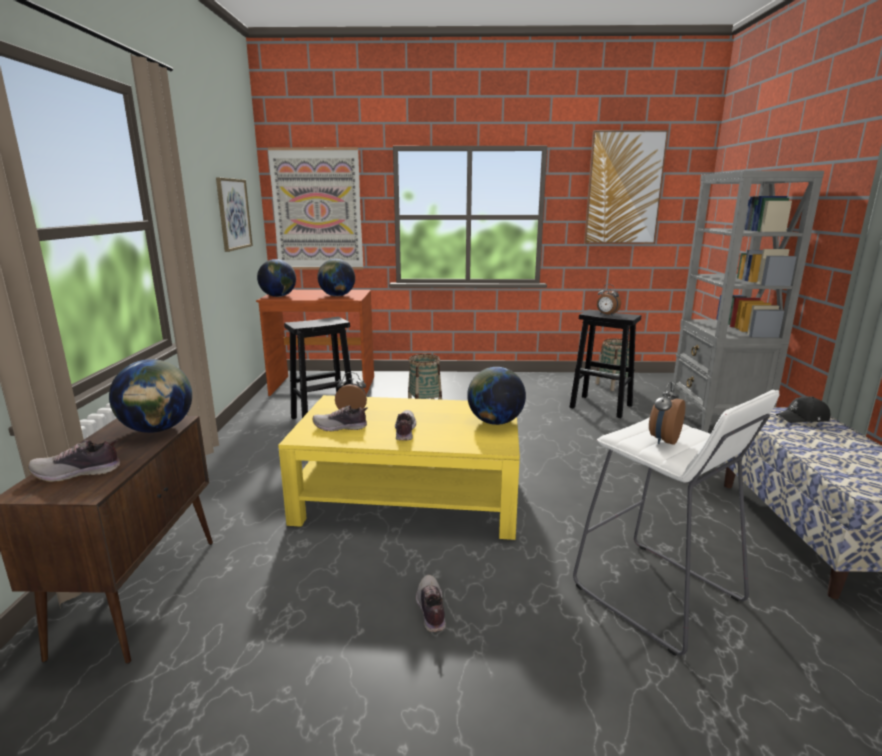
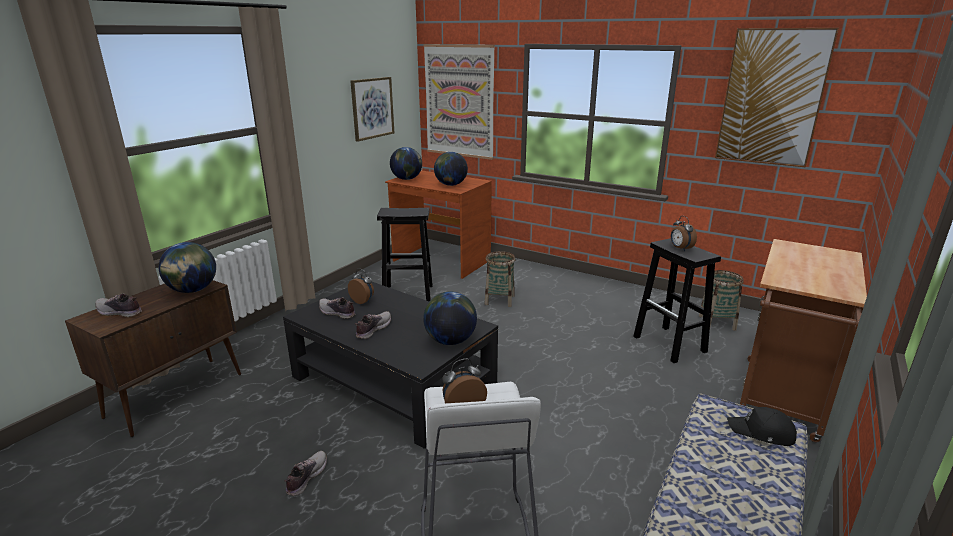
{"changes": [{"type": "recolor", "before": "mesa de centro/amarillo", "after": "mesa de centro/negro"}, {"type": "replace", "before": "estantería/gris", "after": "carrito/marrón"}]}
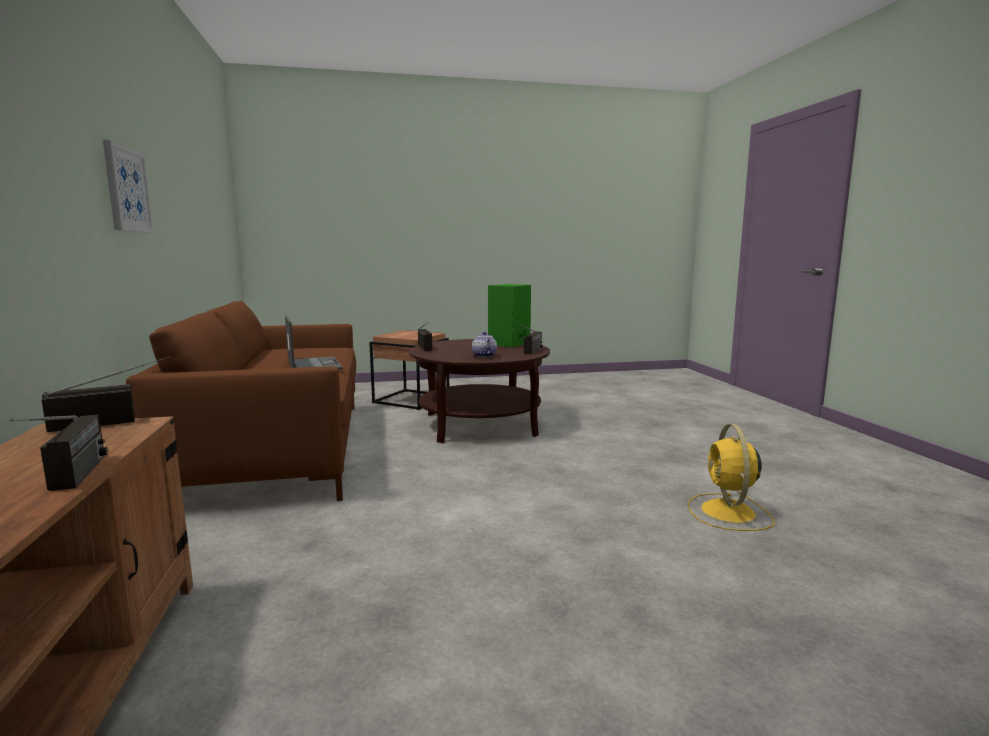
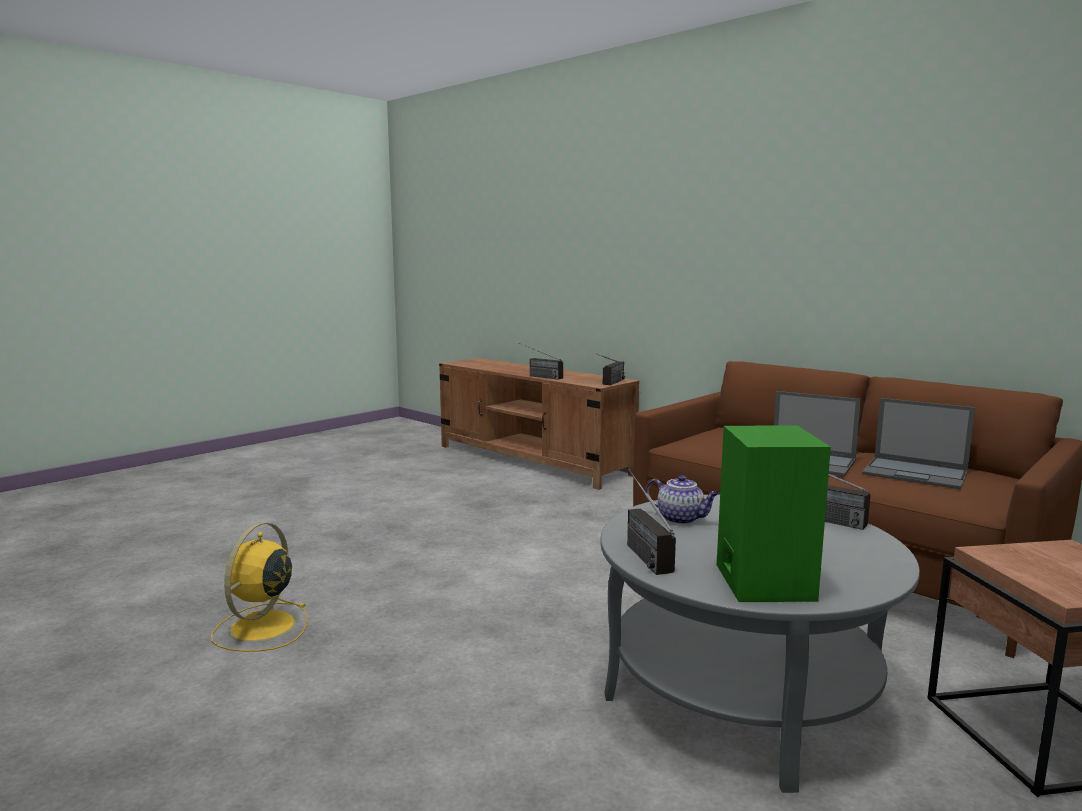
{"changes": [{"type": "delete", "before": "cuadro"}, {"type": "recolor", "before": "mesa de centro/marrón", "after": "mesa de centro/gris"}, {"type": "rotate", "before": "ventilador/amarillo", "turn": -135}, {"type": "insert", "after": "portátil (2nd from left)"}]}
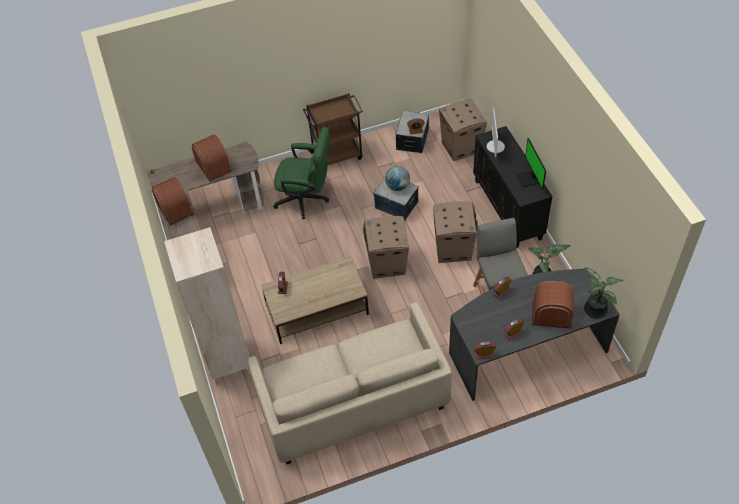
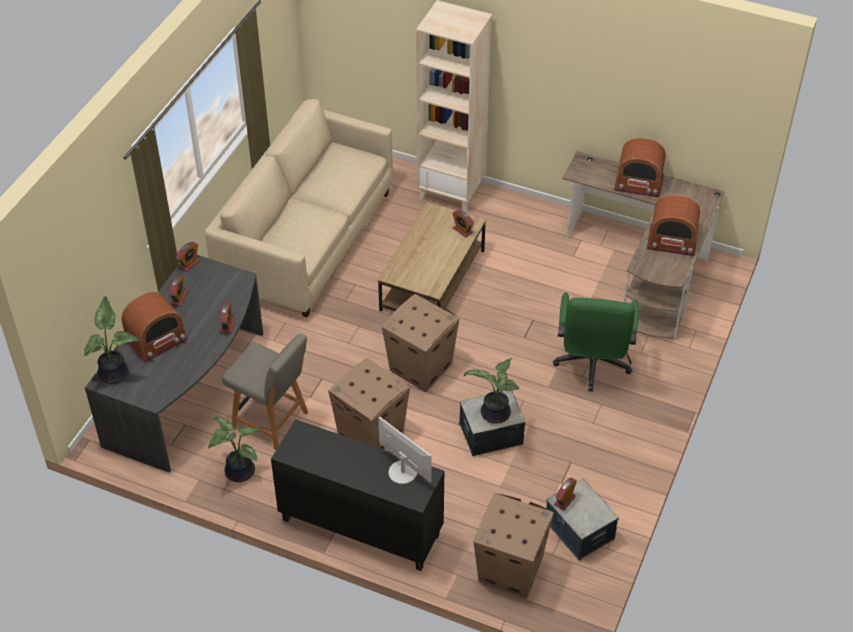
{"changes": [{"type": "rotate", "before": "silla de oficina/verde", "turn": -45}, {"type": "delete", "before": "carrito/marrón"}, {"type": "replace", "before": "globo terráqueo", "after": "planta en maceta (3rd from left)"}, {"type": "delete", "before": "monitor (2nd from left)"}]}
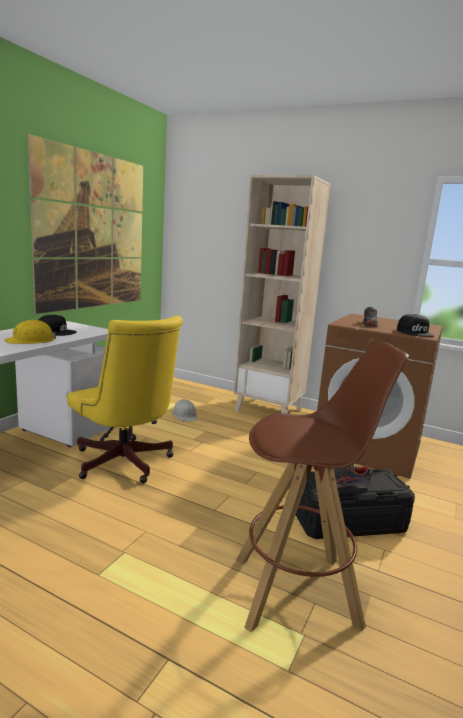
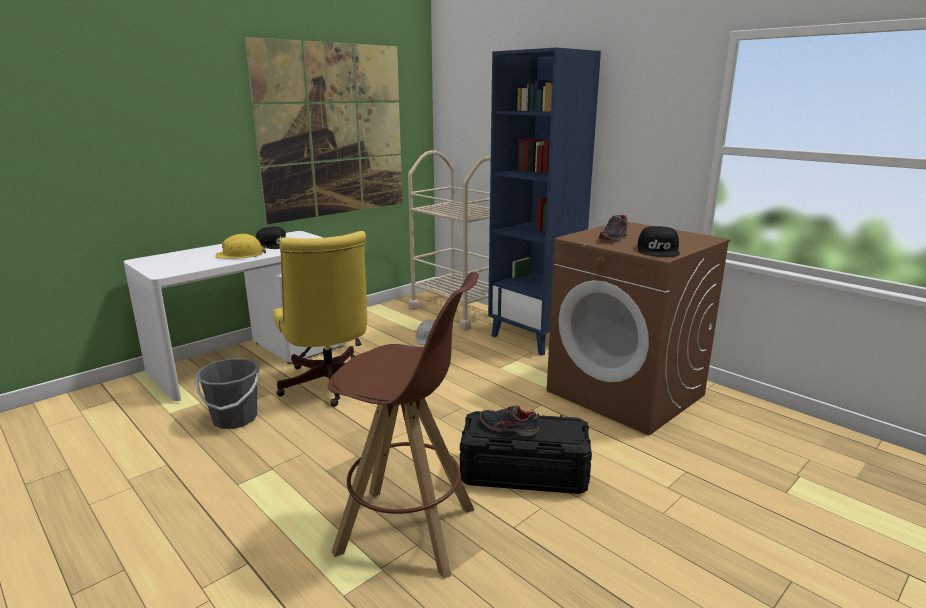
{"changes": [{"type": "recolor", "before": "estantería/beis", "after": "estantería/azul"}, {"type": "insert", "after": "cubo/gris"}, {"type": "insert", "after": "carrito/beis"}]}
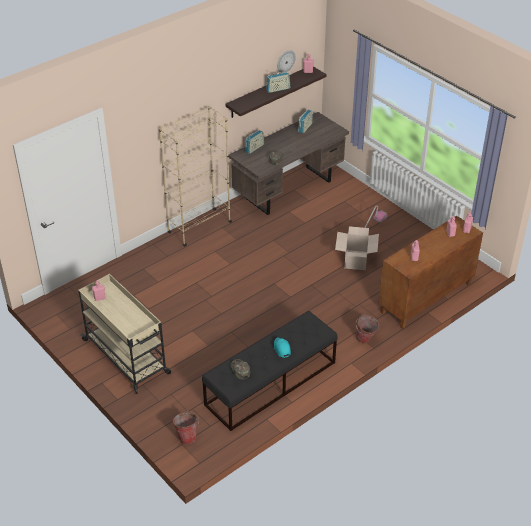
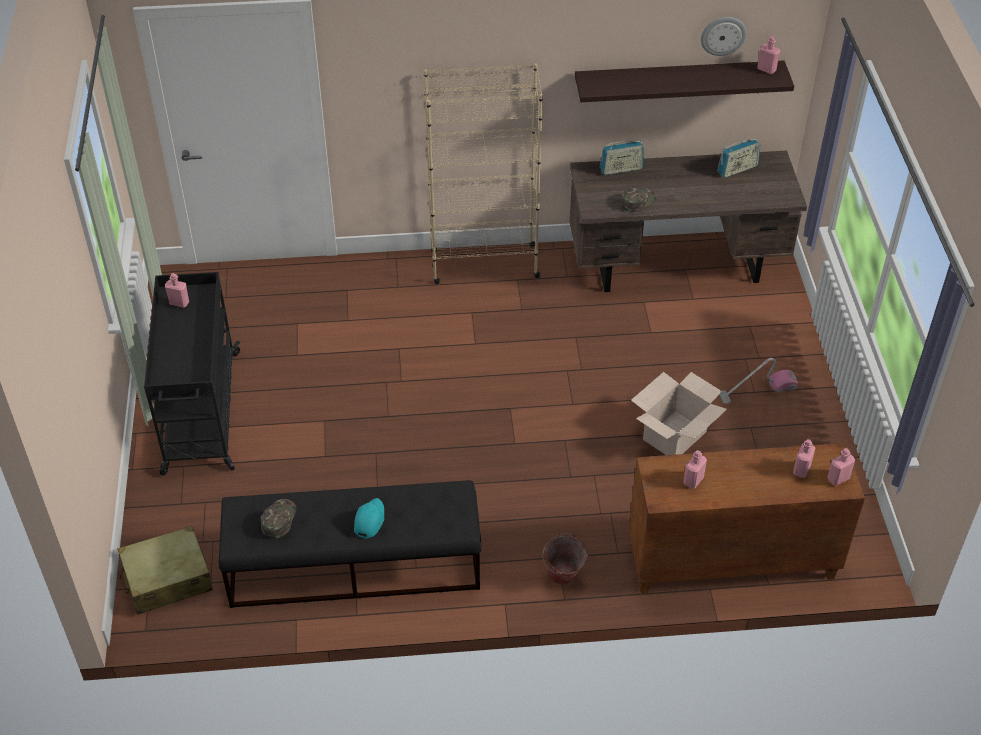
{"changes": [{"type": "recolor", "before": "carrito/beis", "after": "carrito/negro"}, {"type": "replace", "before": "cubo (1st from left)", "after": "maleta/beis"}, {"type": "delete", "before": "radio (2nd from left)"}]}
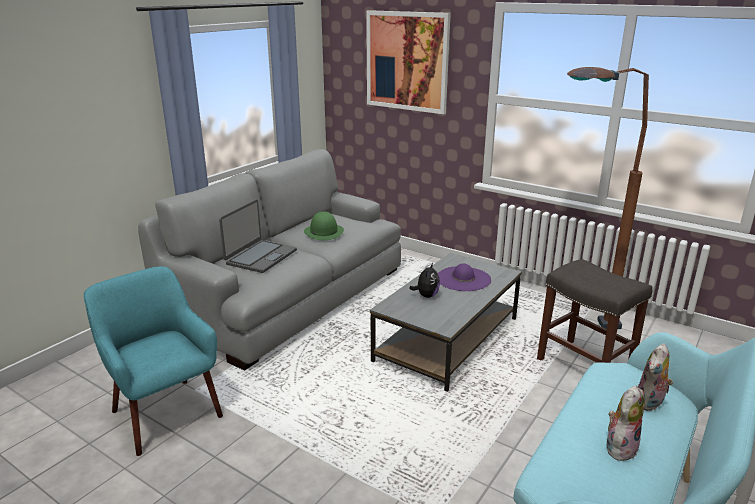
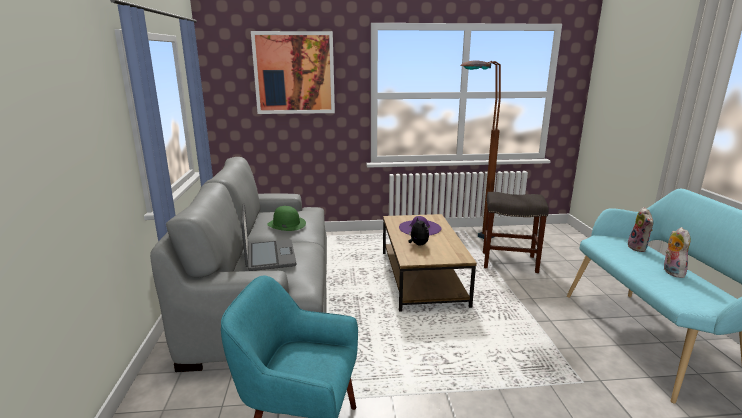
{"changes": [{"type": "recolor", "before": "mesa de centro/gris", "after": "mesa de centro/marrón"}]}
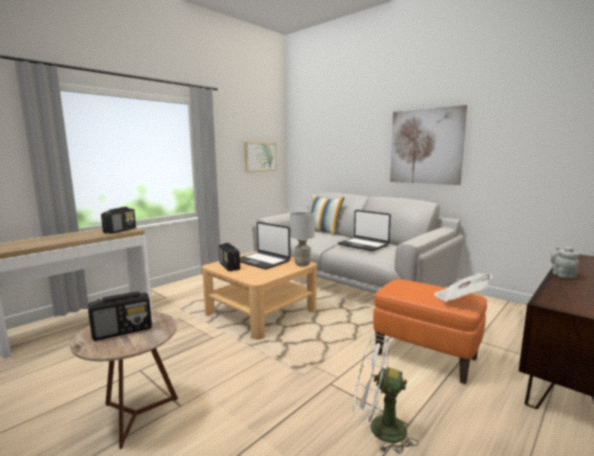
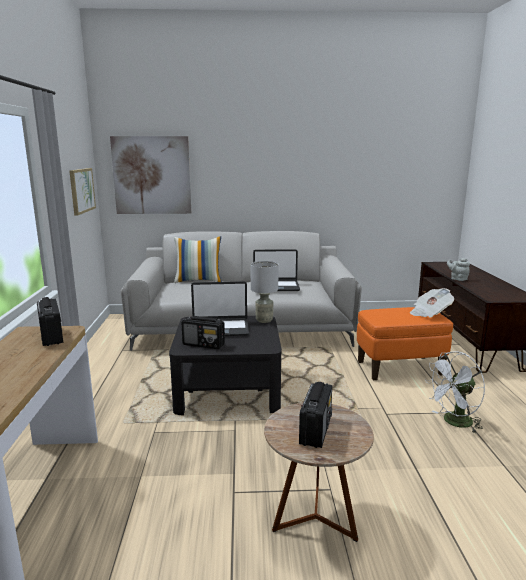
{"changes": [{"type": "recolor", "before": "mesa de centro/beis", "after": "mesa de centro/negro"}, {"type": "move", "before": "cuadro (2nd from left)"}]}
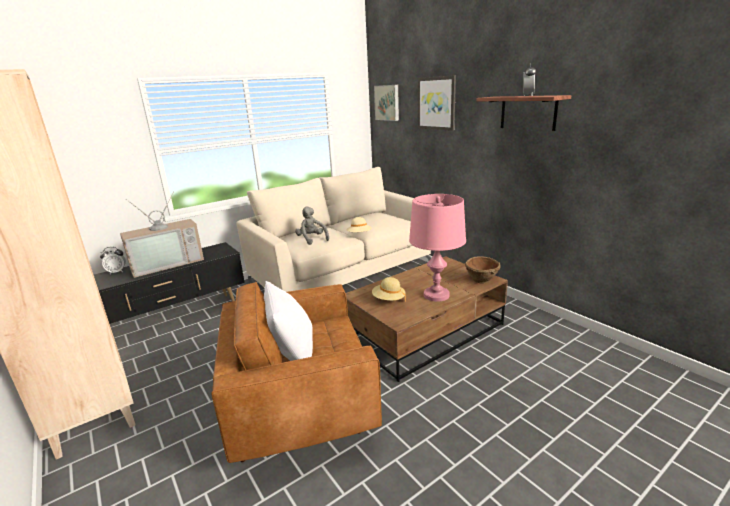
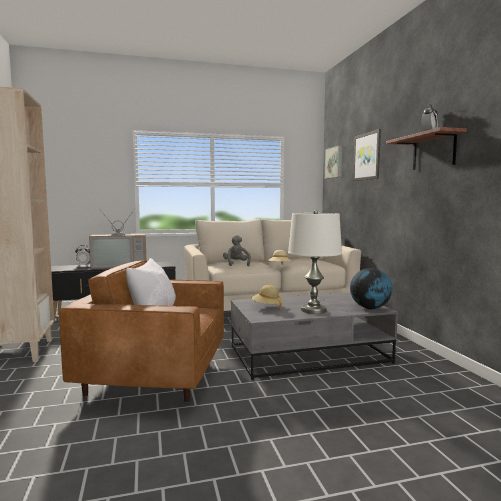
{"changes": [{"type": "recolor", "before": "mesa de centro/marrón", "after": "mesa de centro/gris"}, {"type": "recolor", "before": "lámpara de mesa/rosa", "after": "lámpara de mesa/blanco"}, {"type": "replace", "before": "cuenco/marrón", "after": "globo terráqueo"}]}
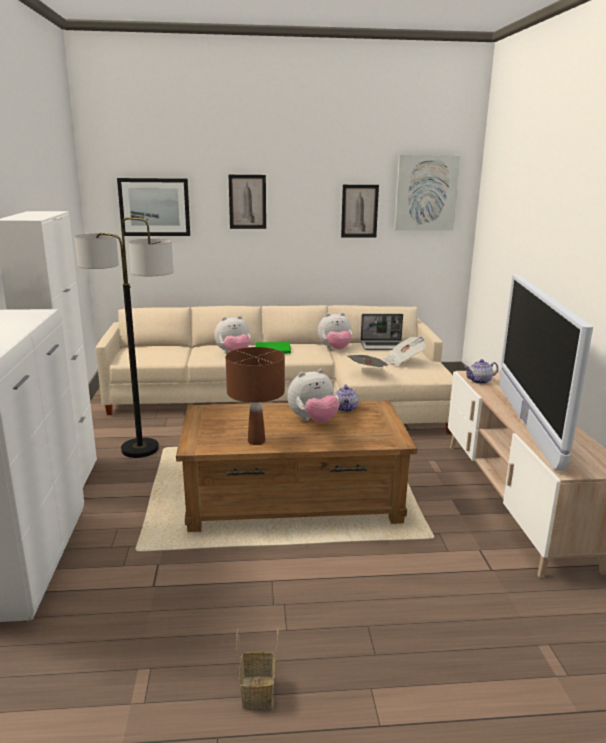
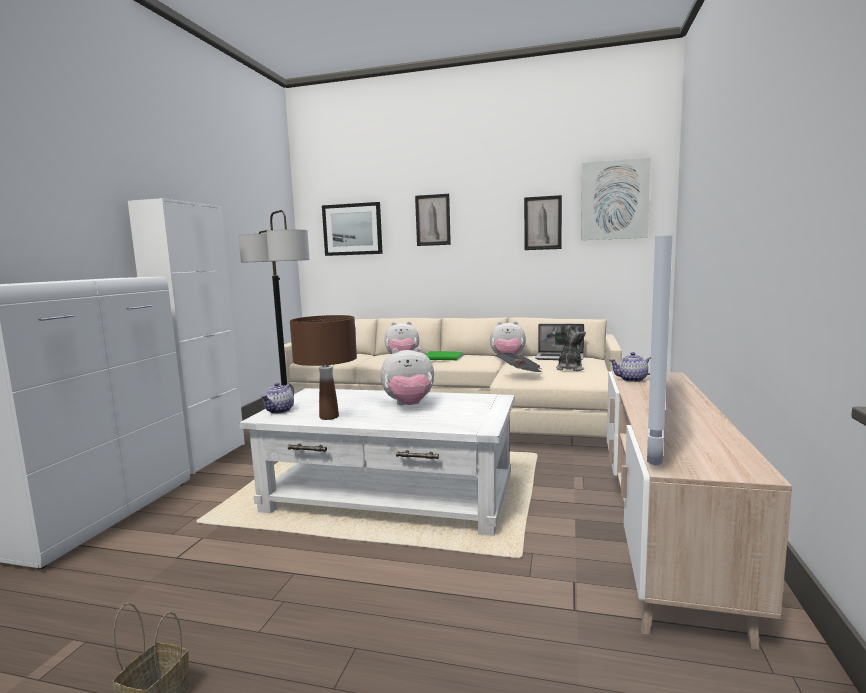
{"changes": [{"type": "recolor", "before": "mesa de centro/marrón", "after": "mesa de centro/blanco"}, {"type": "move", "before": "tetera (1st from left)"}, {"type": "replace", "before": "periódico (2nd from left)", "after": "peluche (4th from left)"}]}
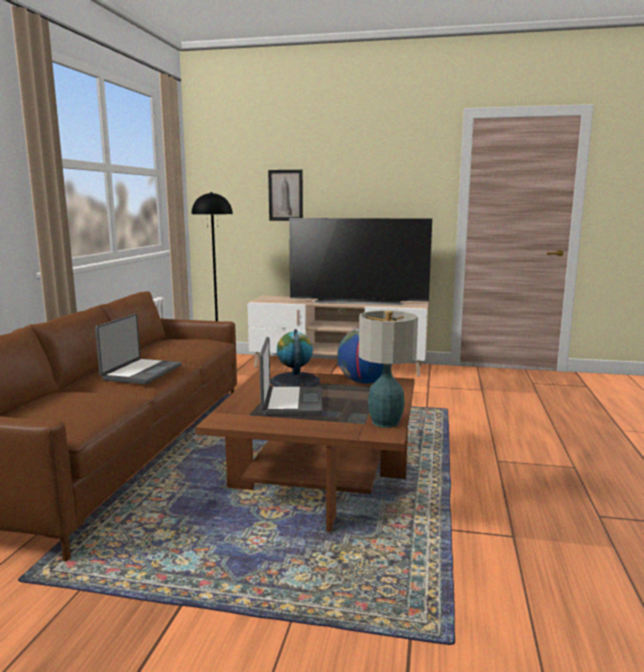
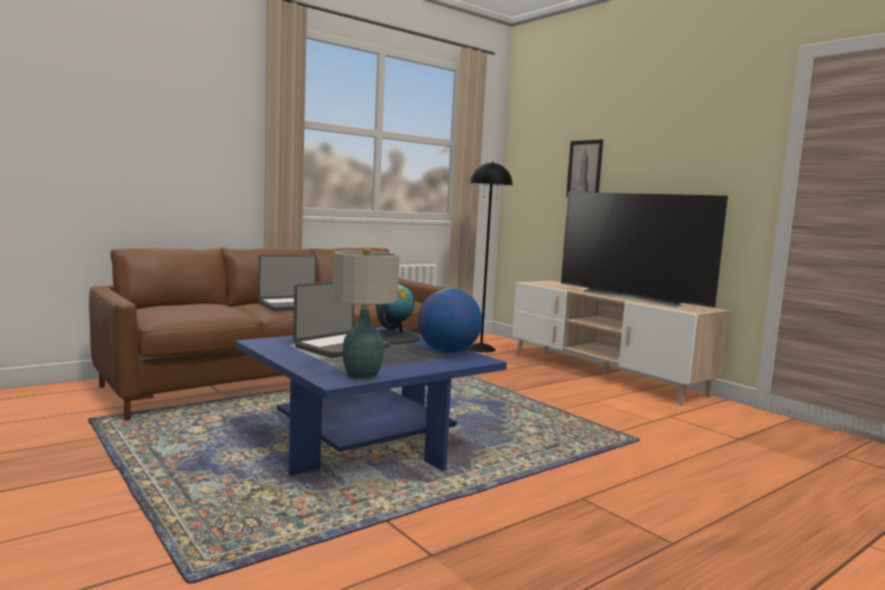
{"changes": [{"type": "recolor", "before": "mesa de centro/marrón", "after": "mesa de centro/azul"}]}
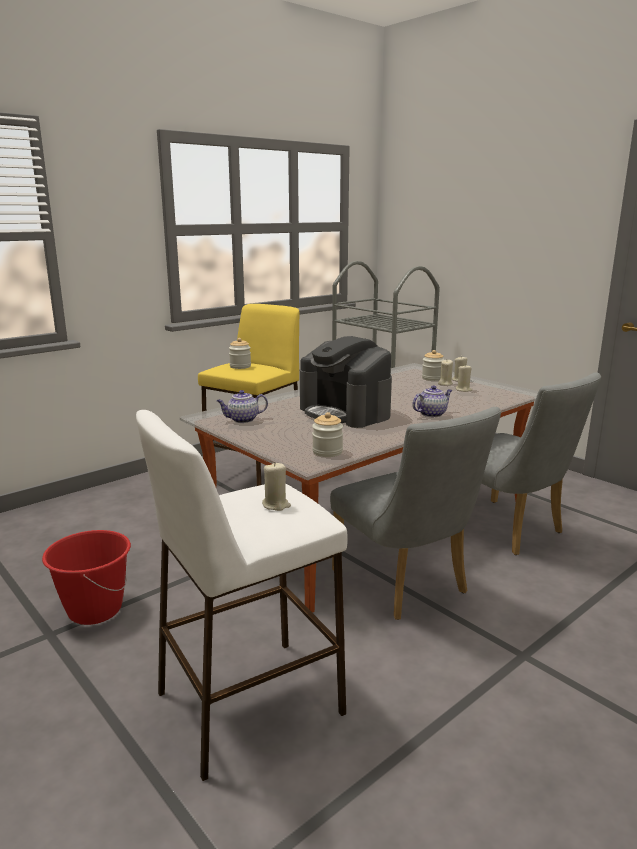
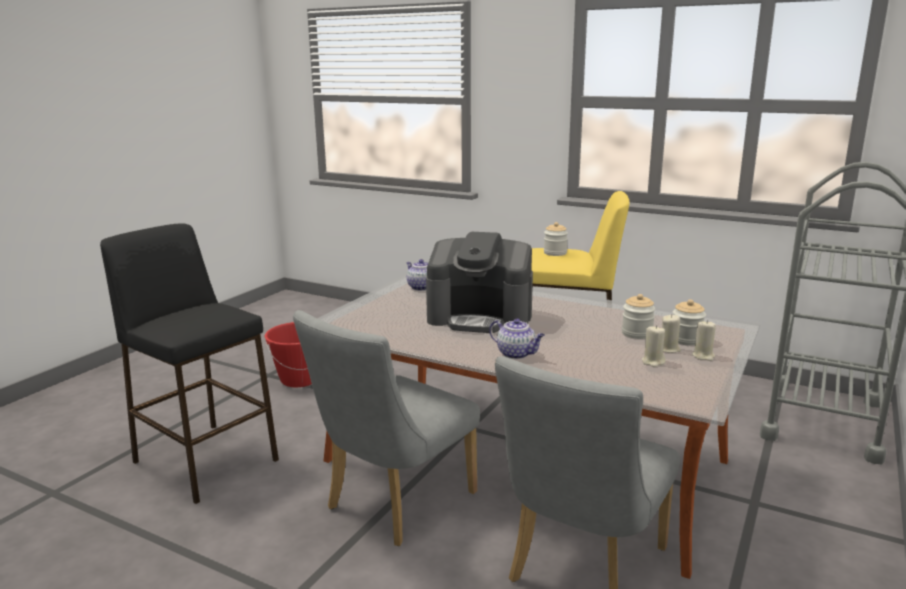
{"changes": [{"type": "recolor", "before": "taburete/blanco", "after": "taburete/negro"}, {"type": "delete", "before": "vela/beis (1st from left)"}, {"type": "rotate", "before": "cafetera", "turn": -105}, {"type": "move", "before": "tarro (2nd from left)"}]}
